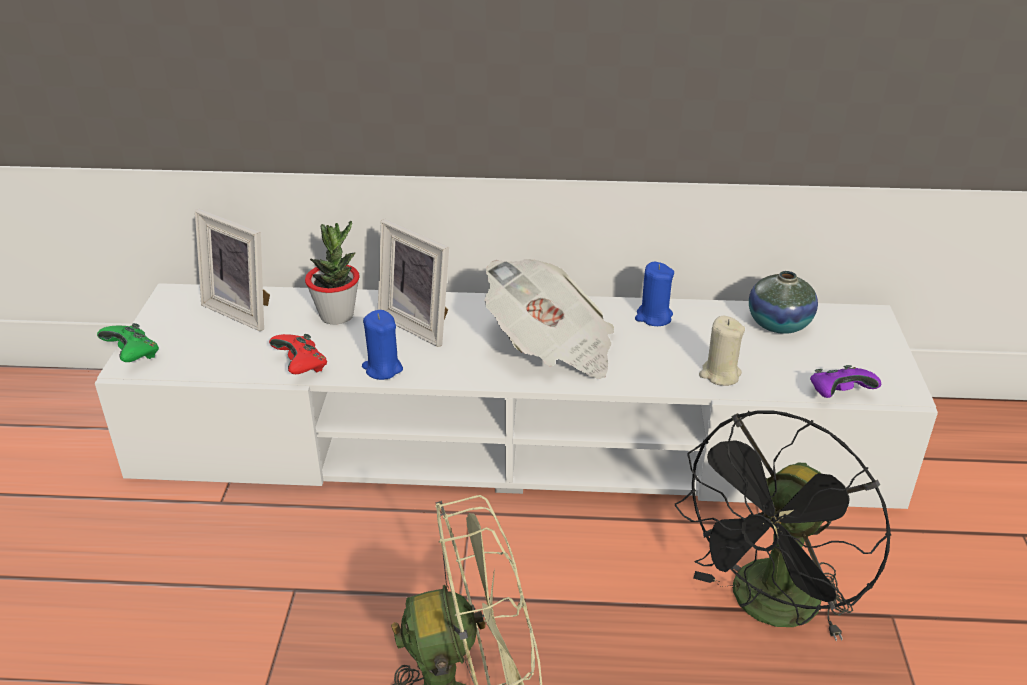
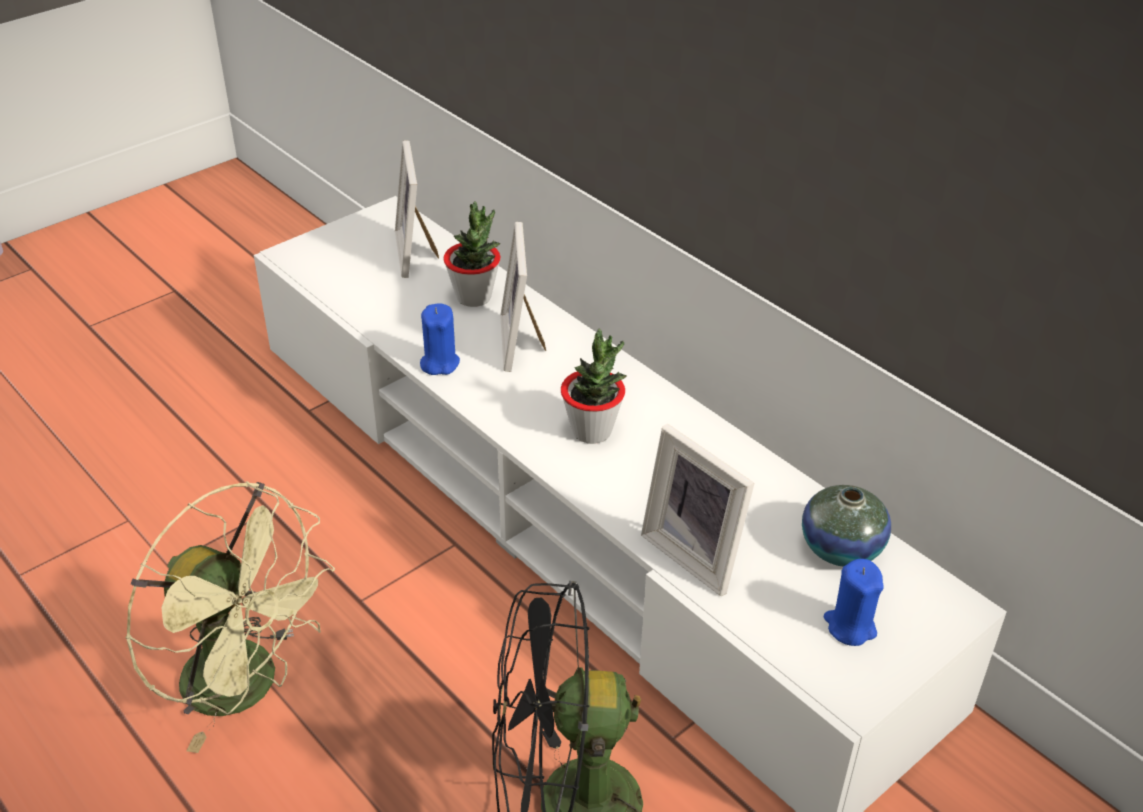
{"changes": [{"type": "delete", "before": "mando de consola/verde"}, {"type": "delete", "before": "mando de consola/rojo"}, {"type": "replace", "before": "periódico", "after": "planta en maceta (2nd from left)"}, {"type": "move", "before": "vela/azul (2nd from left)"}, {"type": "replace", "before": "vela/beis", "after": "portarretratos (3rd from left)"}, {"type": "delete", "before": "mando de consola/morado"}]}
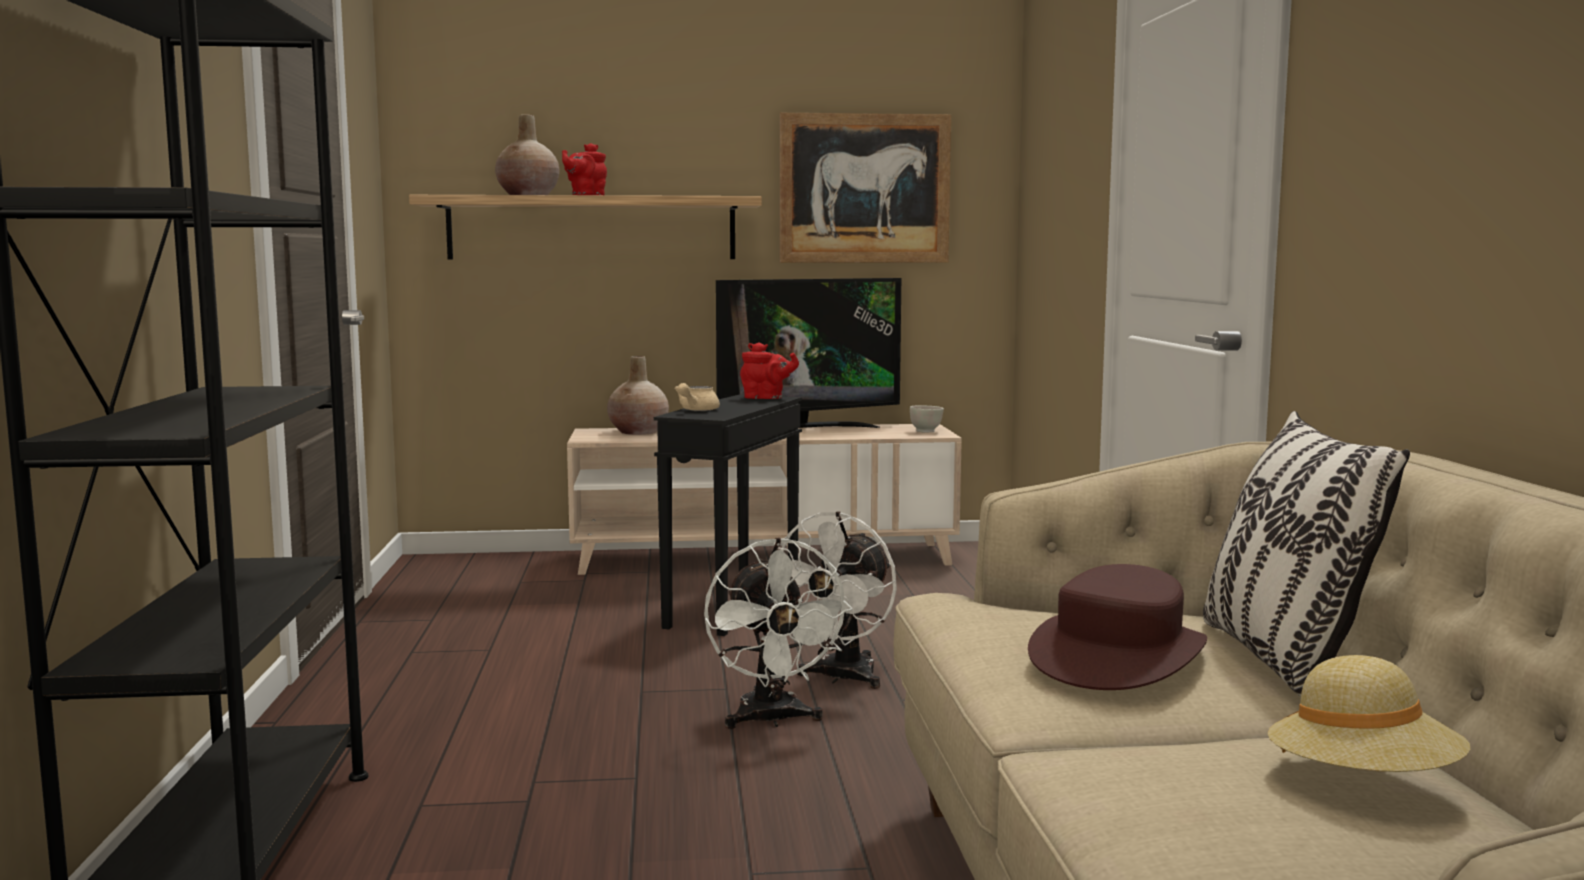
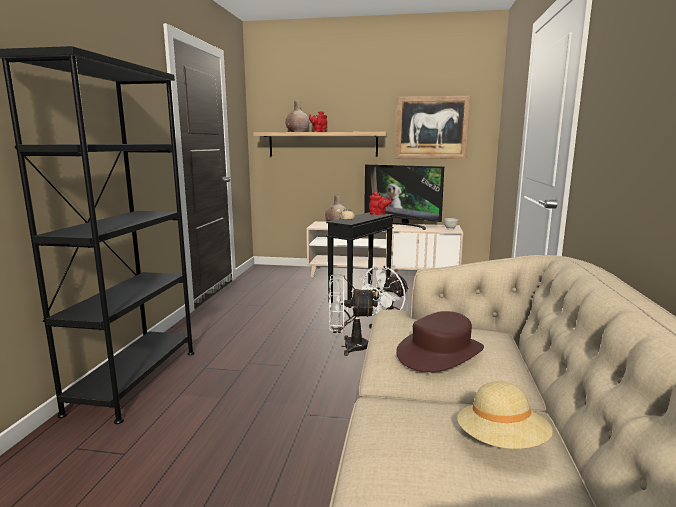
{"changes": [{"type": "rotate", "before": "ventilador/blanco (1st from left)", "turn": 90}, {"type": "rotate", "before": "televisor", "turn": 45}, {"type": "delete", "before": "cojín"}]}
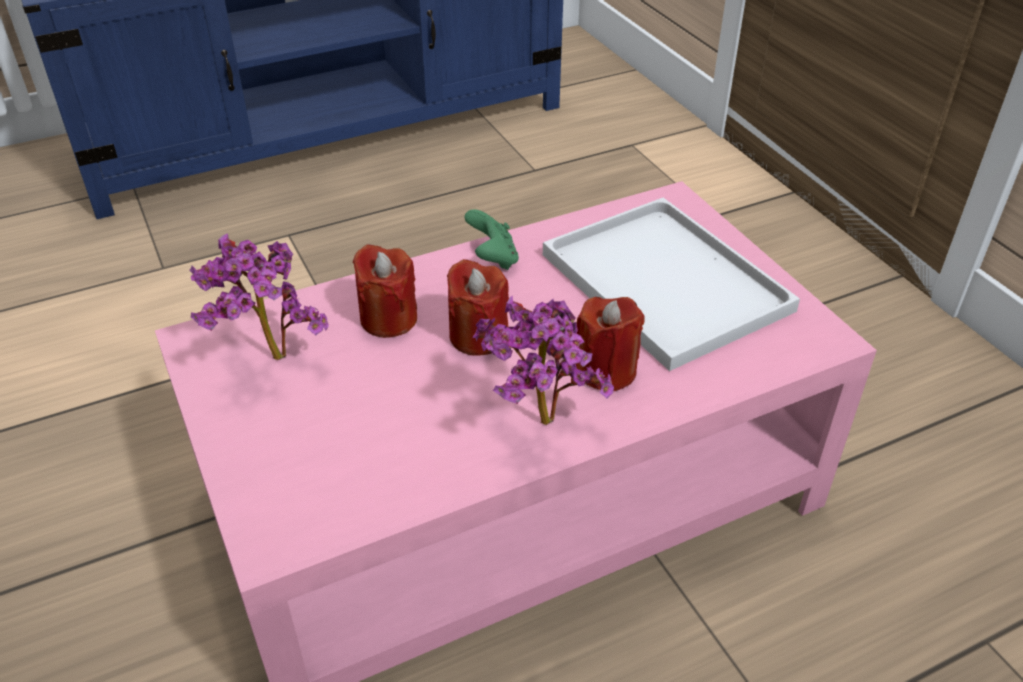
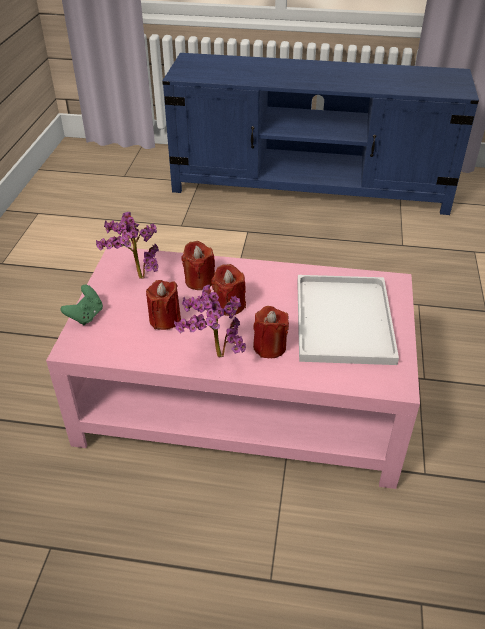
{"changes": [{"type": "move", "before": "mando de consola/verde"}, {"type": "insert", "after": "vela/rojo (1st from left)"}]}
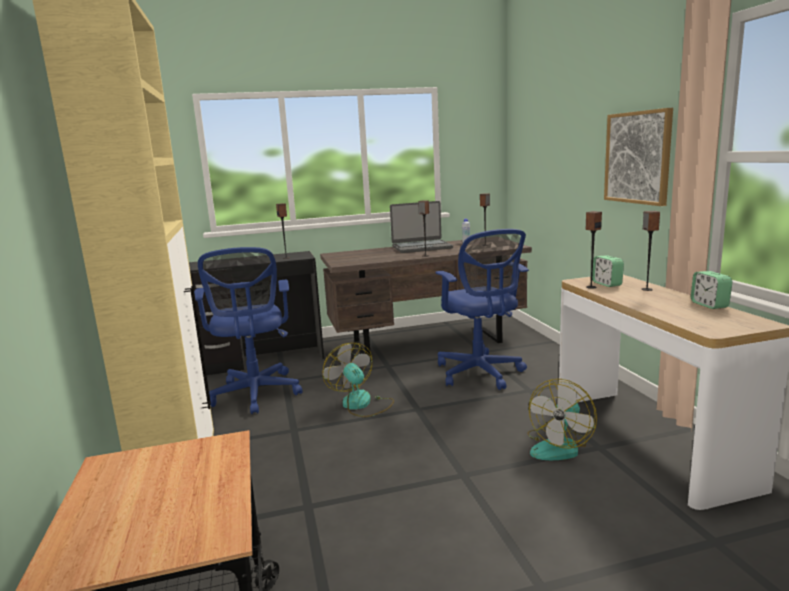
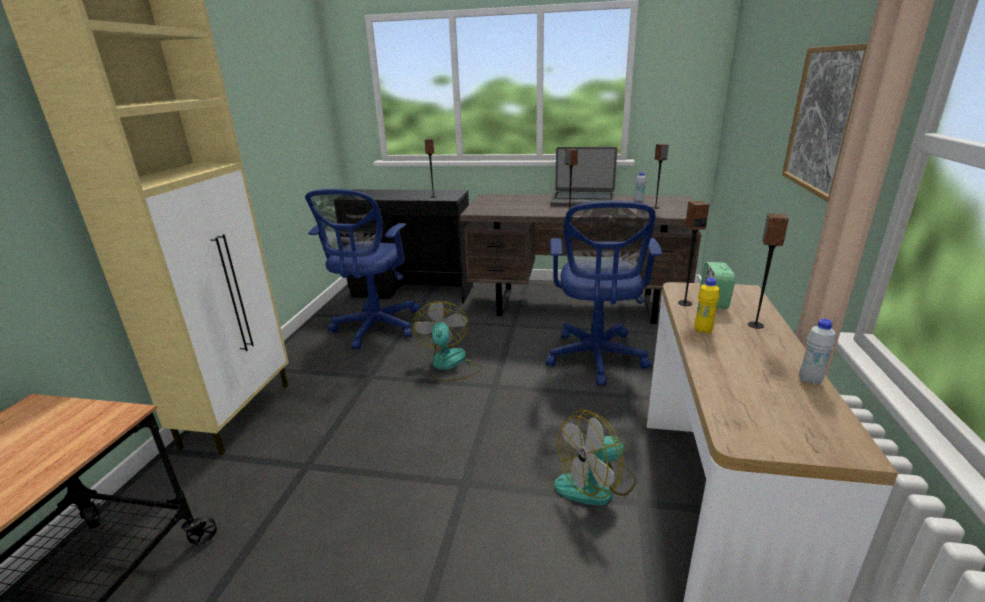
{"changes": [{"type": "replace", "before": "despertador (2nd from left)", "after": "botella/blanco (2nd from left)"}, {"type": "insert", "after": "botella/amarillo"}]}
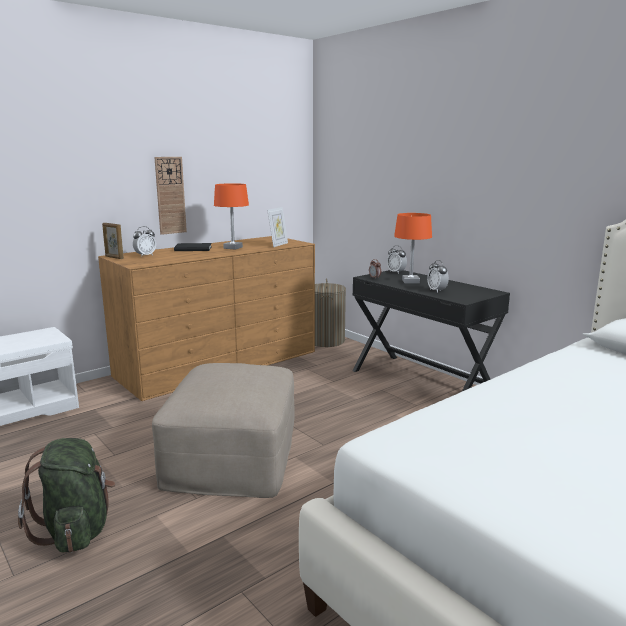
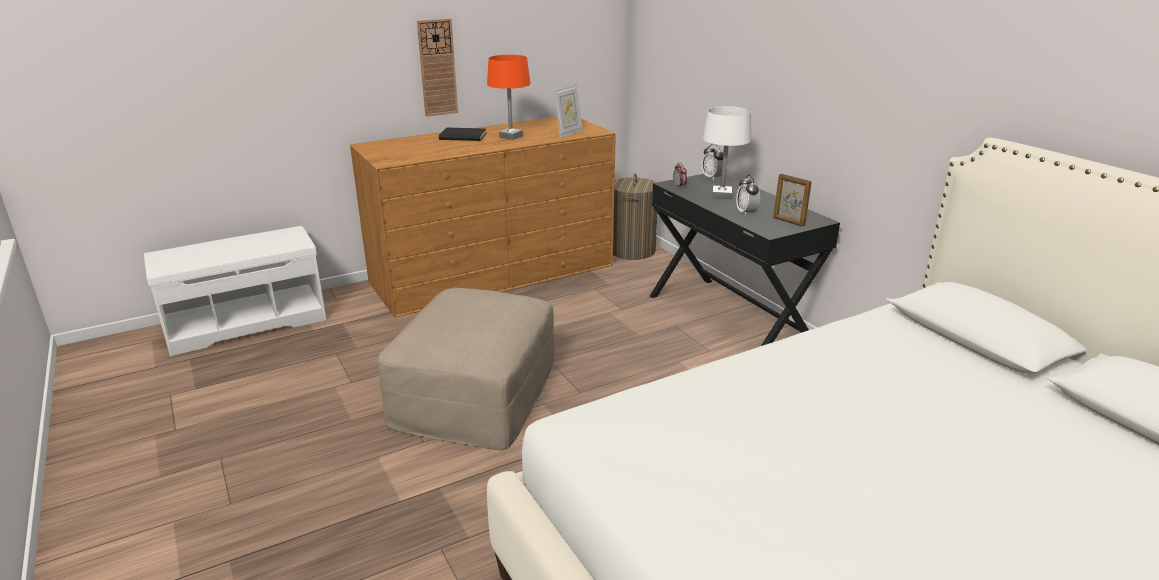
{"changes": [{"type": "delete", "before": "mochila/verde"}, {"type": "move", "before": "portarretratos (1st from left in the first image)", "after": "portarretratos (2nd from left)"}, {"type": "delete", "before": "despertador (1st from left)"}, {"type": "recolor", "before": "lámpara de mesa/naranja (2nd from left)", "after": "lámpara de mesa/blanco"}]}
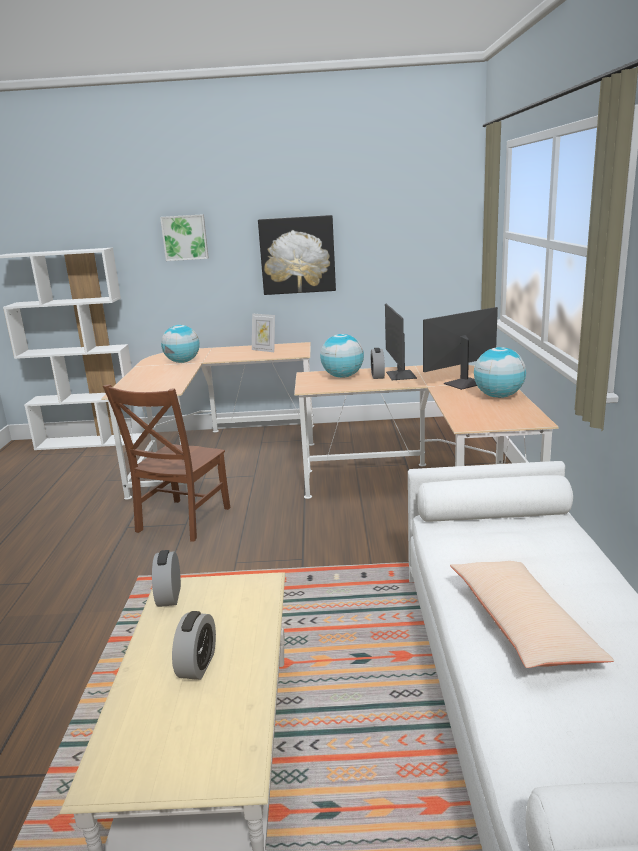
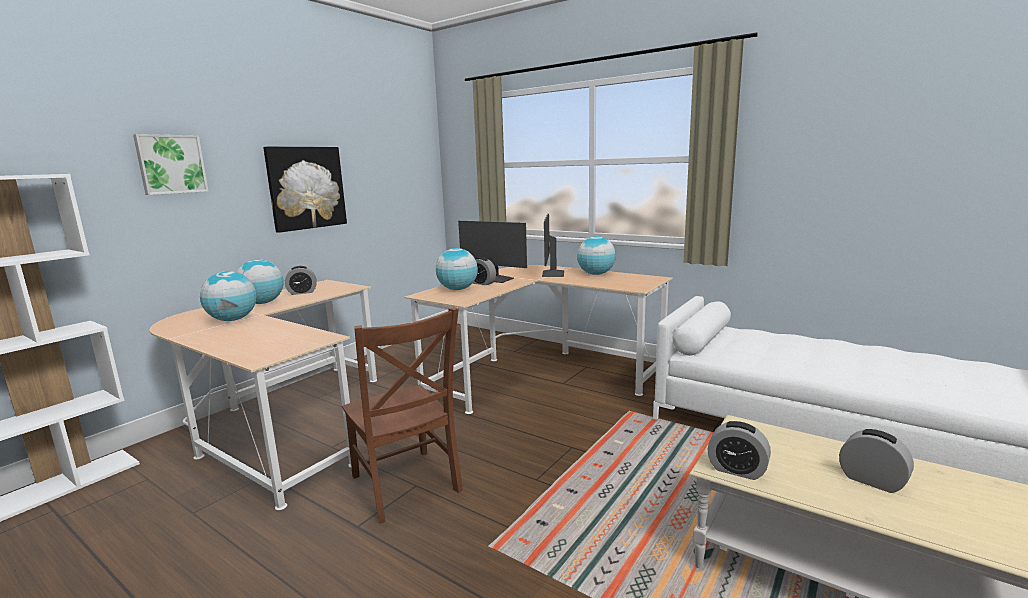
{"changes": [{"type": "replace", "before": "portarretratos", "after": "despertador (1st from left)"}, {"type": "delete", "before": "cojín/beis"}, {"type": "insert", "after": "globo terráqueo (2nd from left)"}]}
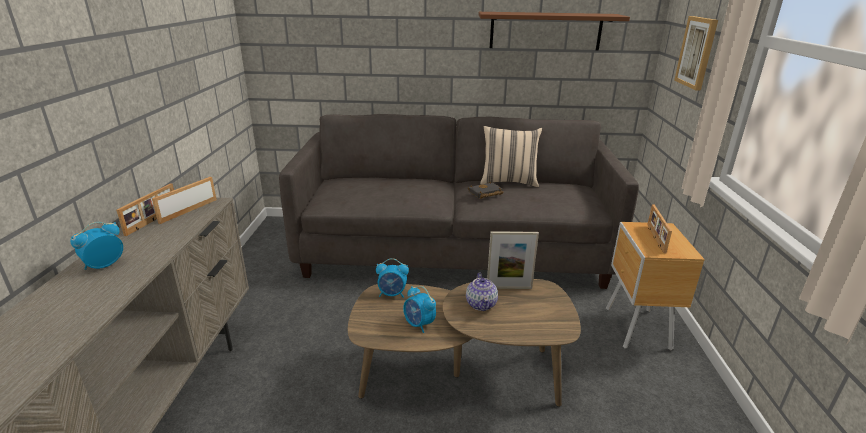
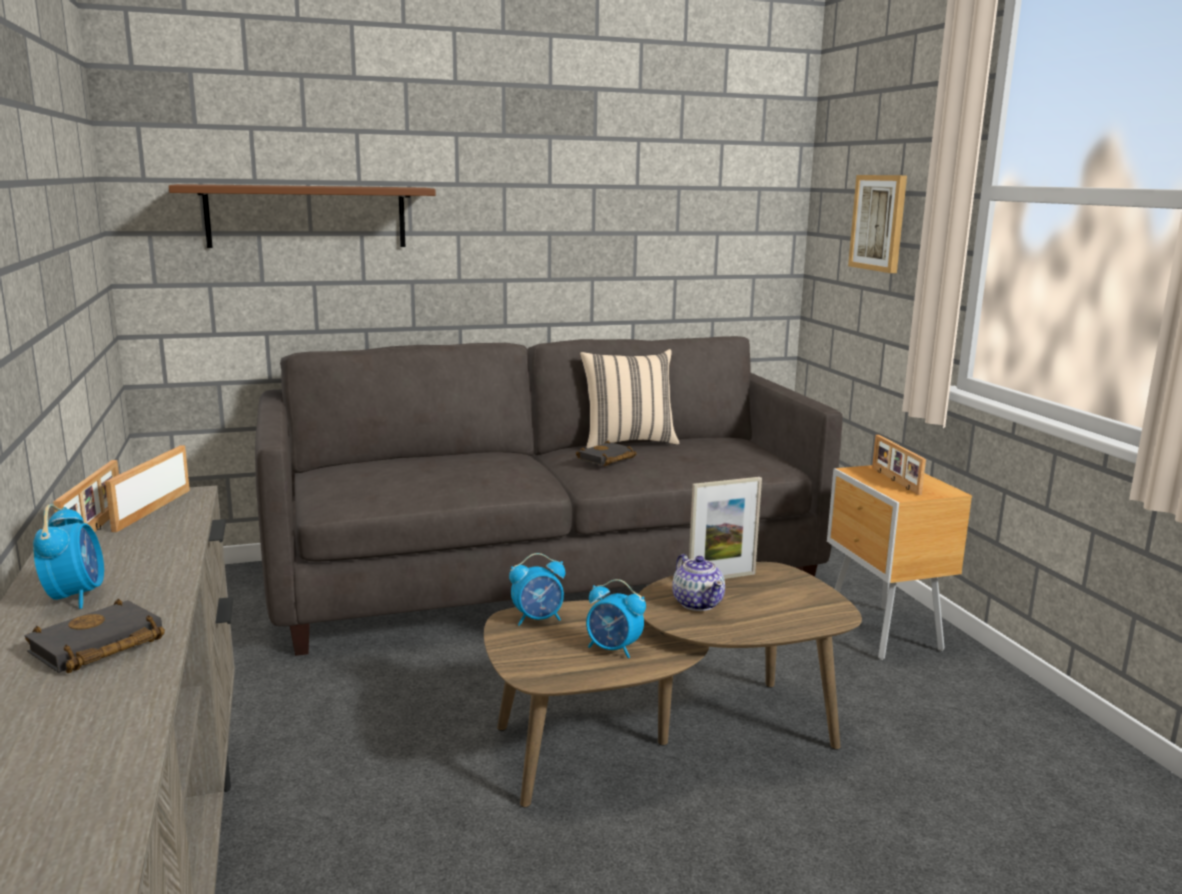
{"changes": [{"type": "rotate", "before": "despertador (1st from left)", "turn": 150}, {"type": "move", "before": "estante/marrón"}, {"type": "insert", "after": "libro/negro (1st from left)"}]}
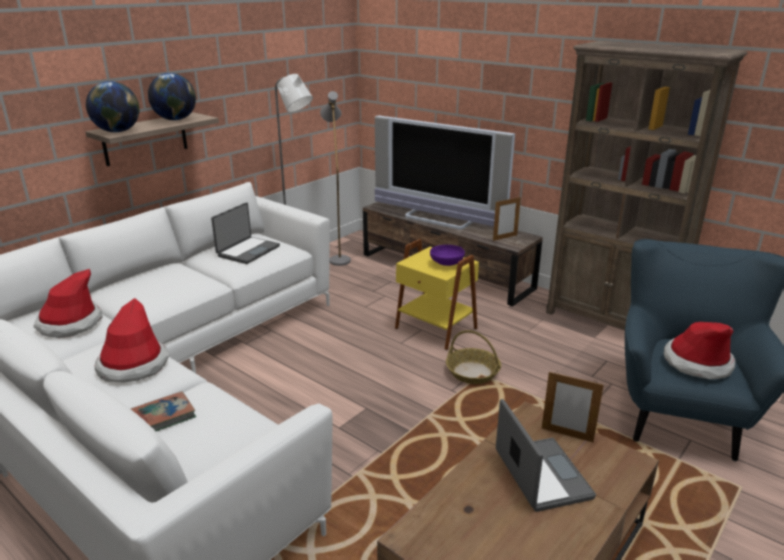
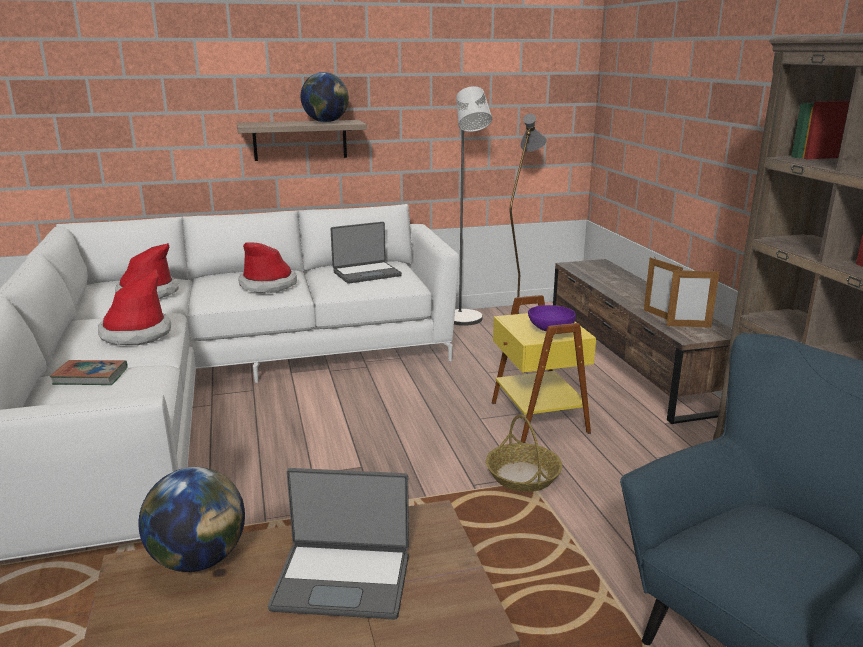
{"changes": [{"type": "move", "before": "globo terráqueo (1st from left)"}, {"type": "delete", "before": "televisor"}, {"type": "rotate", "before": "portátil (2nd from left in the first image)", "turn": 75}, {"type": "move", "before": "portarretratos (2nd from left in the first image)", "after": "portarretratos (1st from left)"}, {"type": "move", "before": "sombrero (3rd from left)"}]}
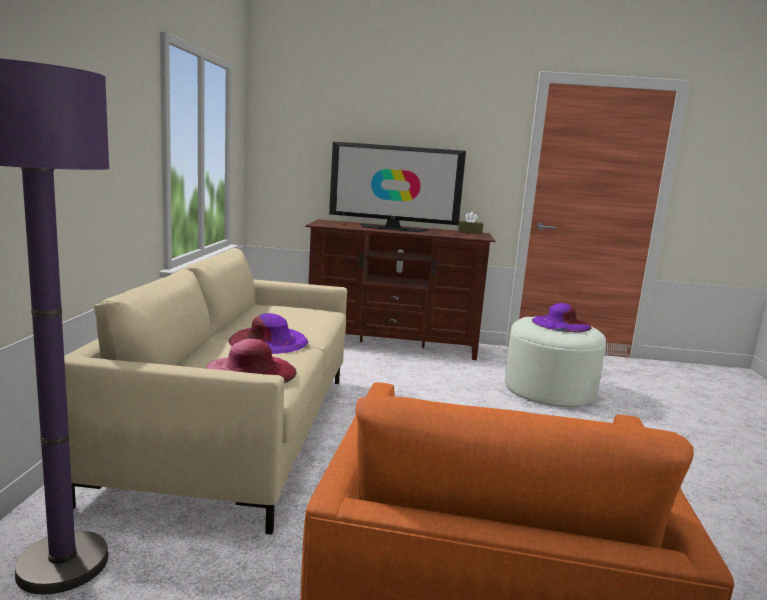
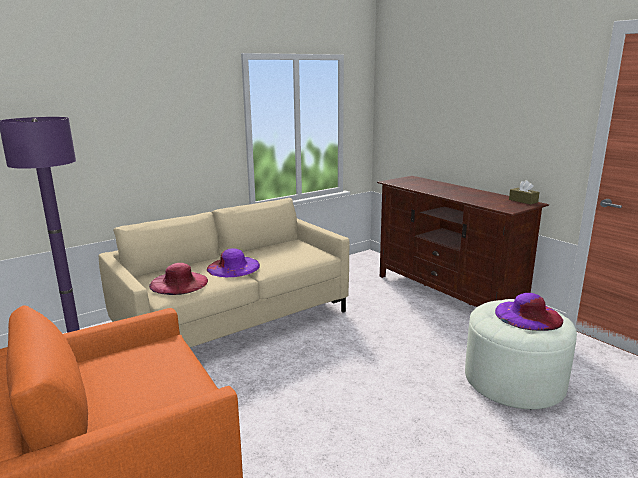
{"changes": [{"type": "delete", "before": "televisor"}]}
